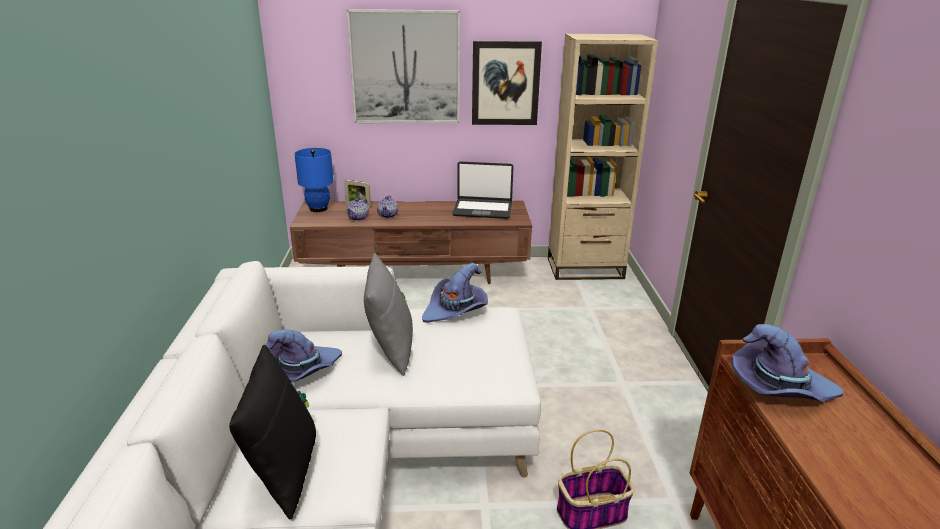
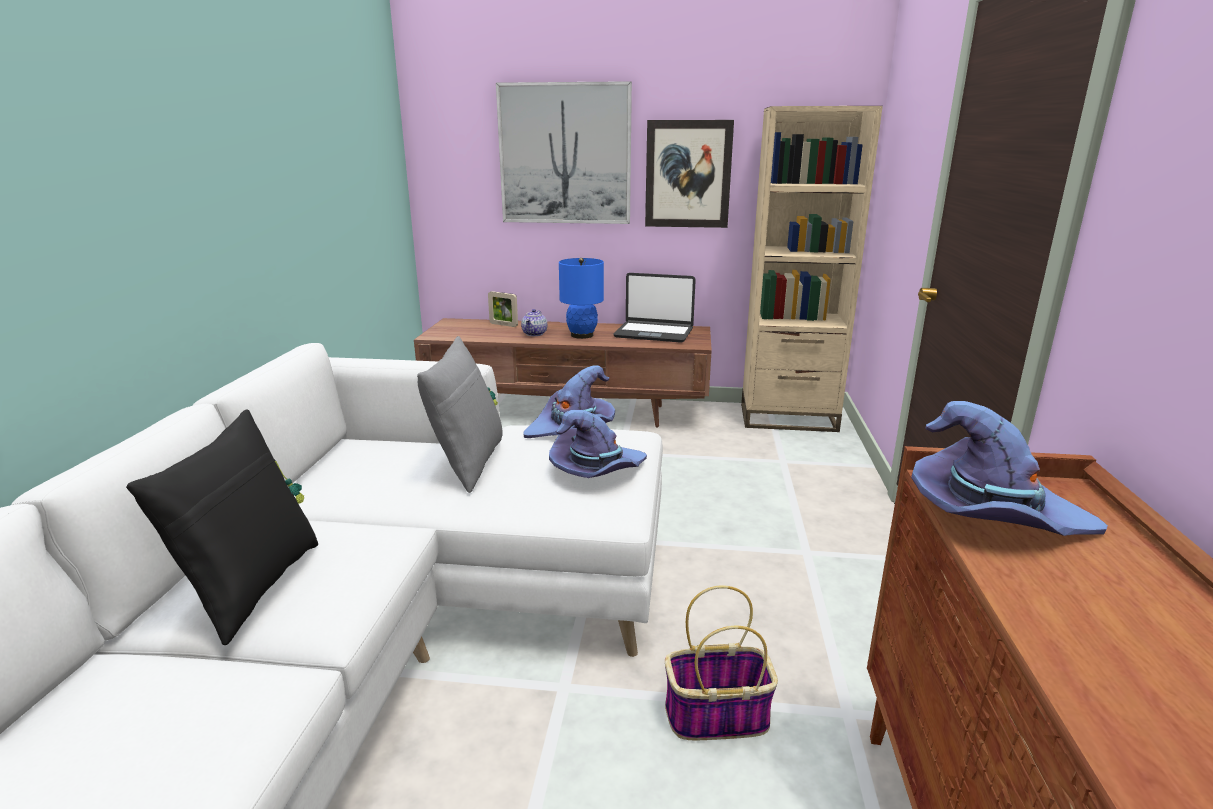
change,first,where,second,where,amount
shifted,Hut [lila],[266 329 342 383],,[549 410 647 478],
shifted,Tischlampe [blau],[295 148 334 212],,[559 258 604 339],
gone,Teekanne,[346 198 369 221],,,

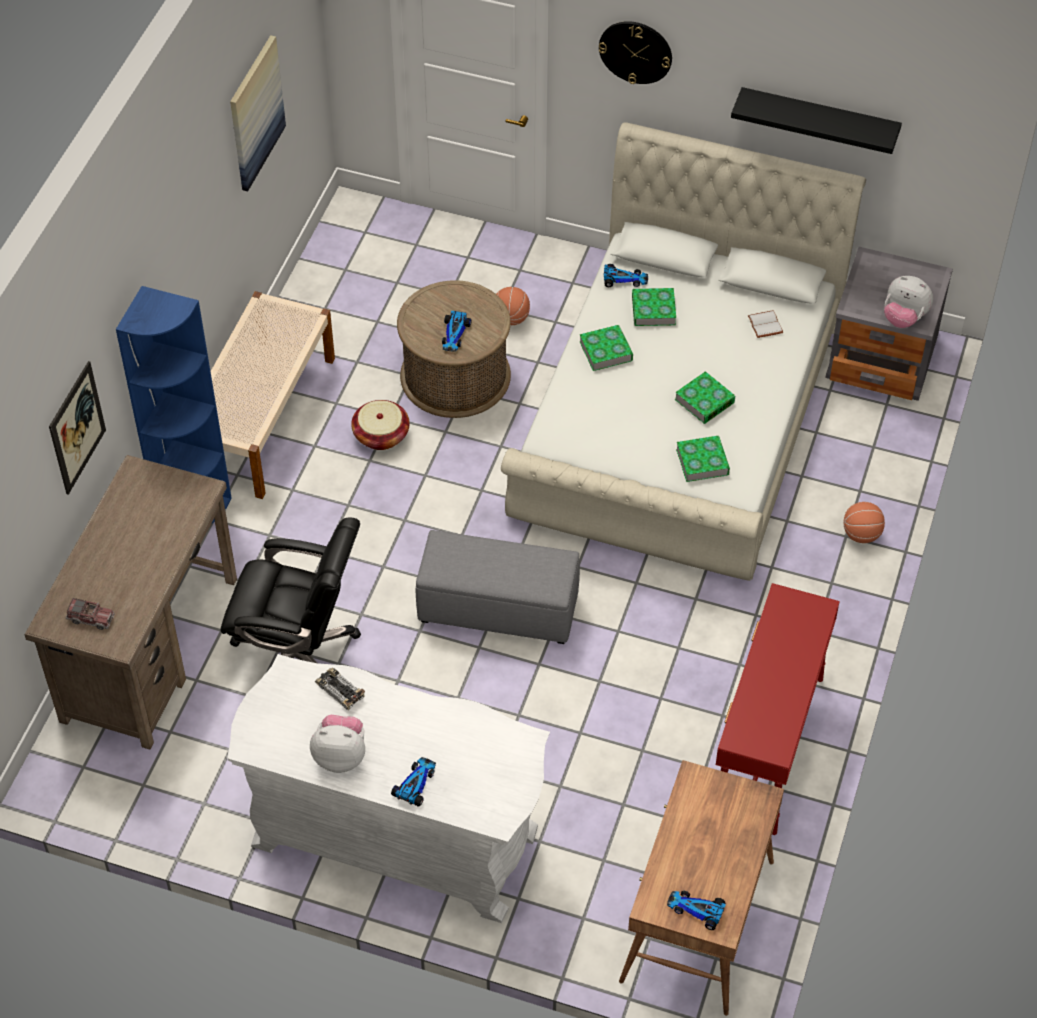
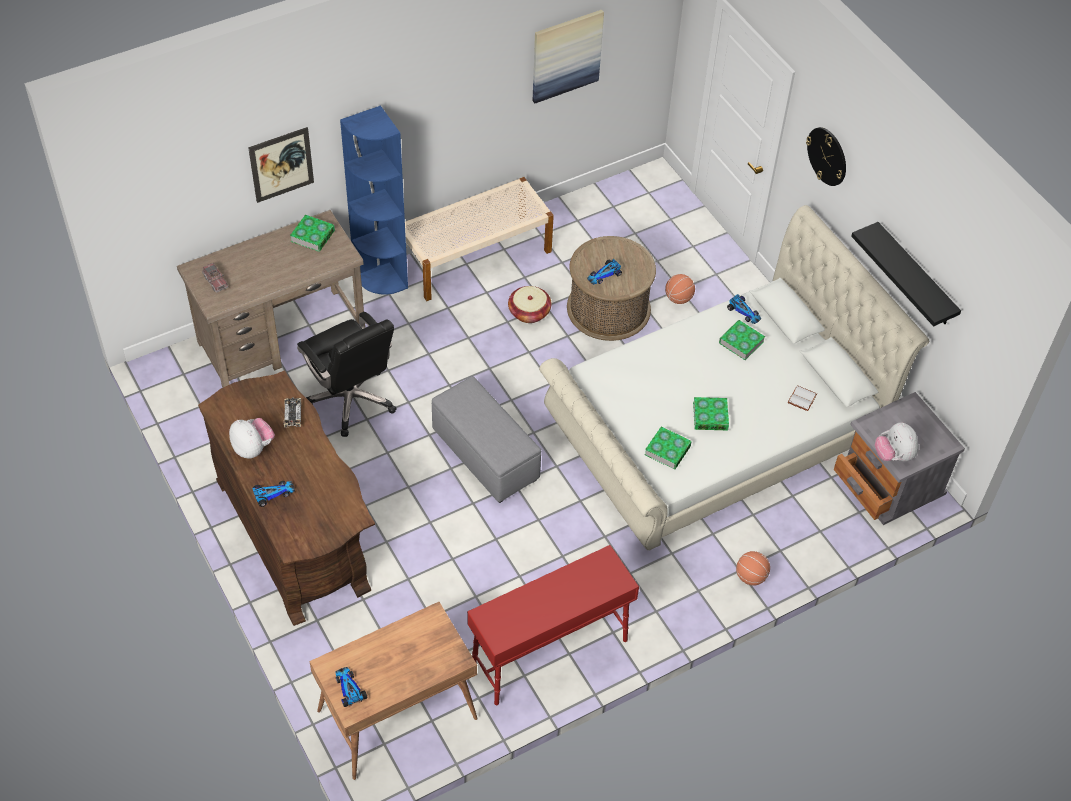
change,first,where,second,where,amount
repainted,Kommode [weiß],[227 654 550 923],Kommode [braun],[198 370 375 626],
shifted,Buch,[580 325 633 371],,[290 215 335 252],

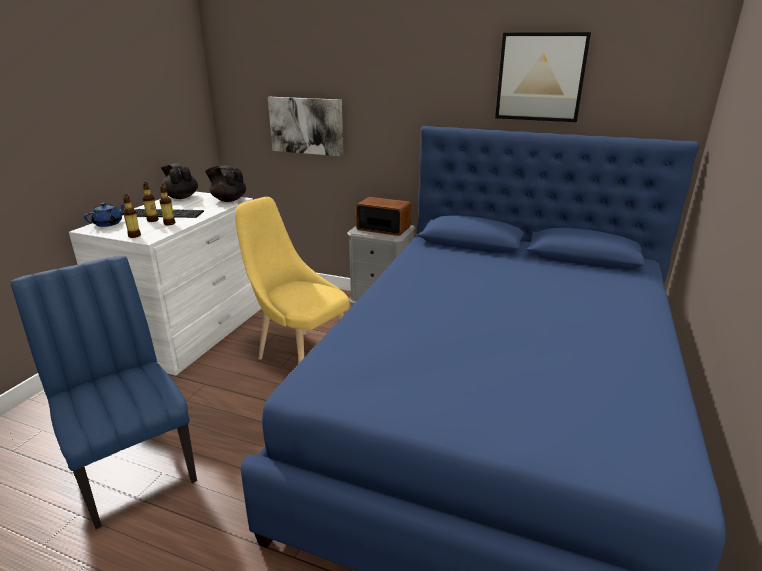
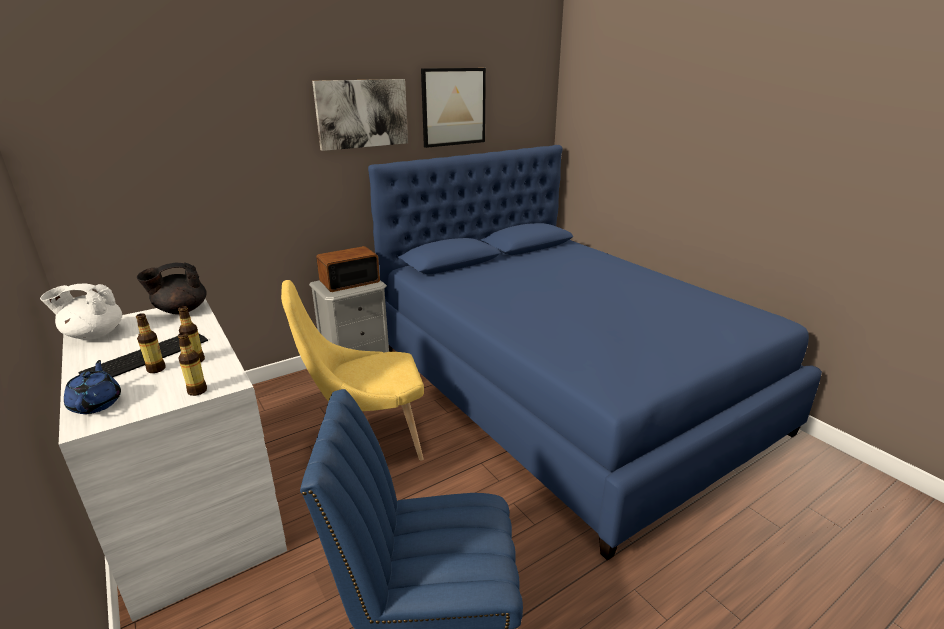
change,first,where,second,where,amount
repainted,Teekanne [schwarz],[161 163 198 199],Teekanne [weiß],[40 284 122 340],
shifted,Bild,[268 97 344 156],,[312 79 408 151],

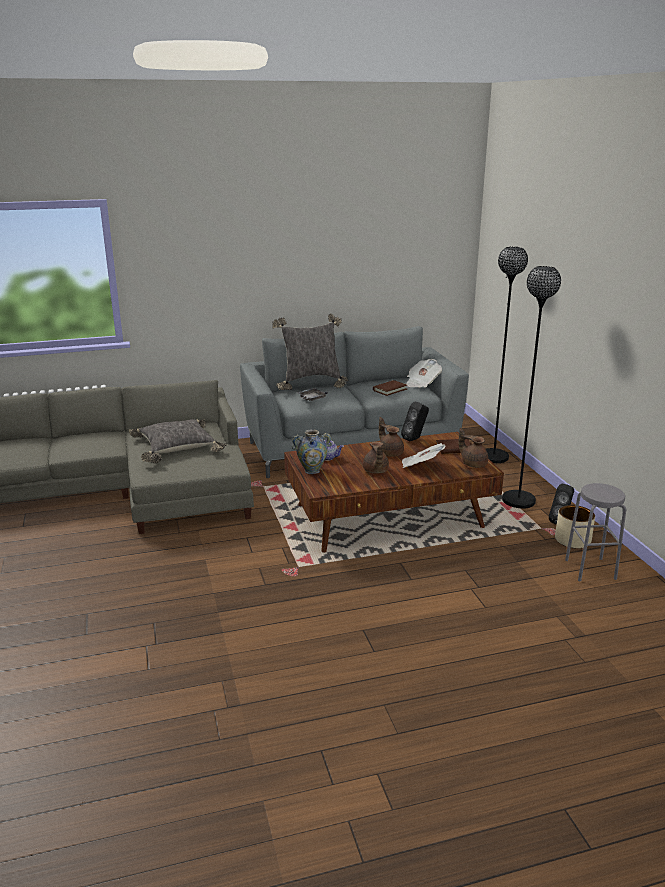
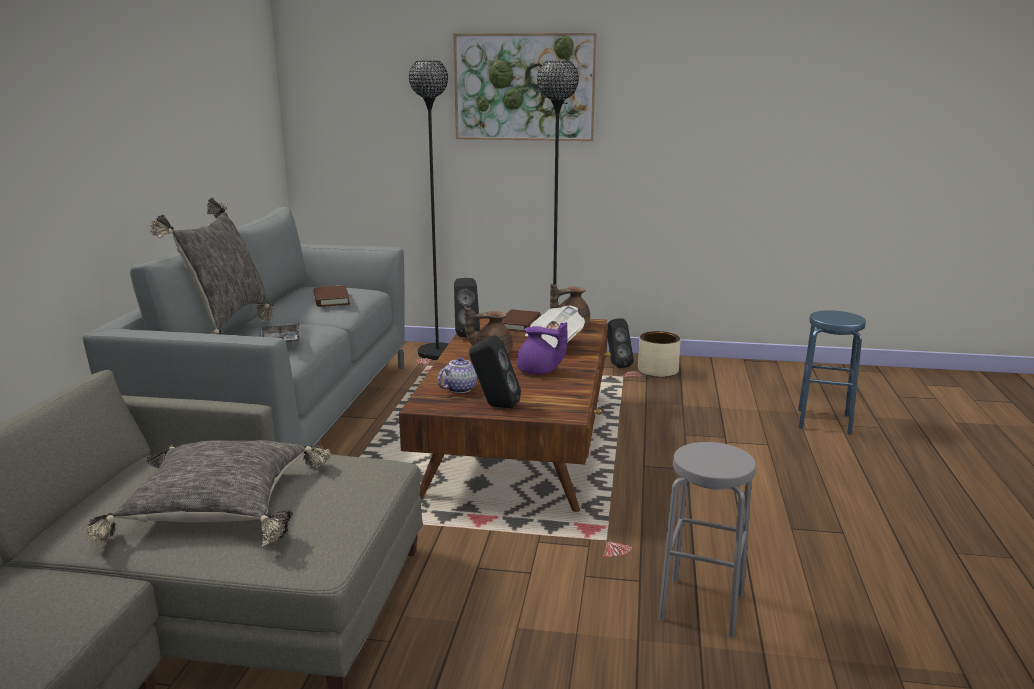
change,first,where,second,where,amount
new,,,Bild,[453 33 597 141],
swapped,Vase,[292 429 332 474],Lautsprecher [schwarz],[469 335 521 408],
repainted,Teekanne [braun],[363 442 389 474],Teekanne [lila],[517 322 567 374],
shifted,Hocker [grau],[565 483 626 581],,[658 442 756 638],
new,,,Hocker [blau],[798 310 866 435],
gone,Zeitung,[406 359 442 387],,,

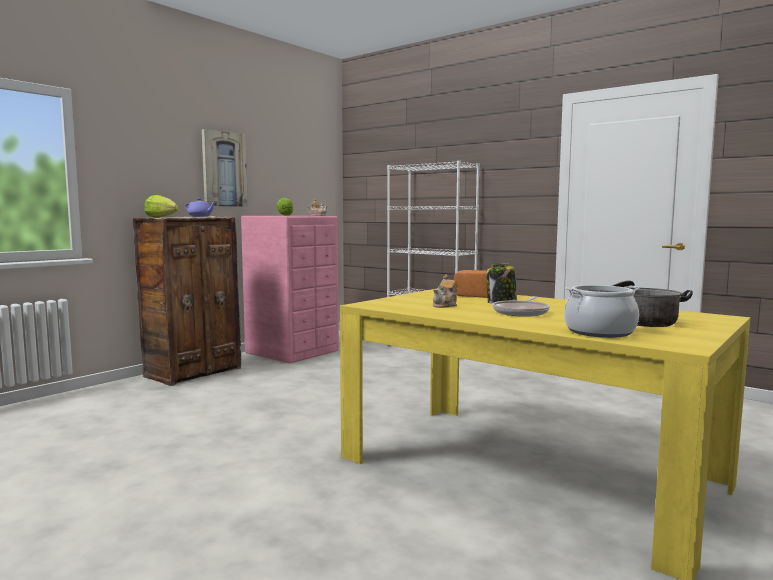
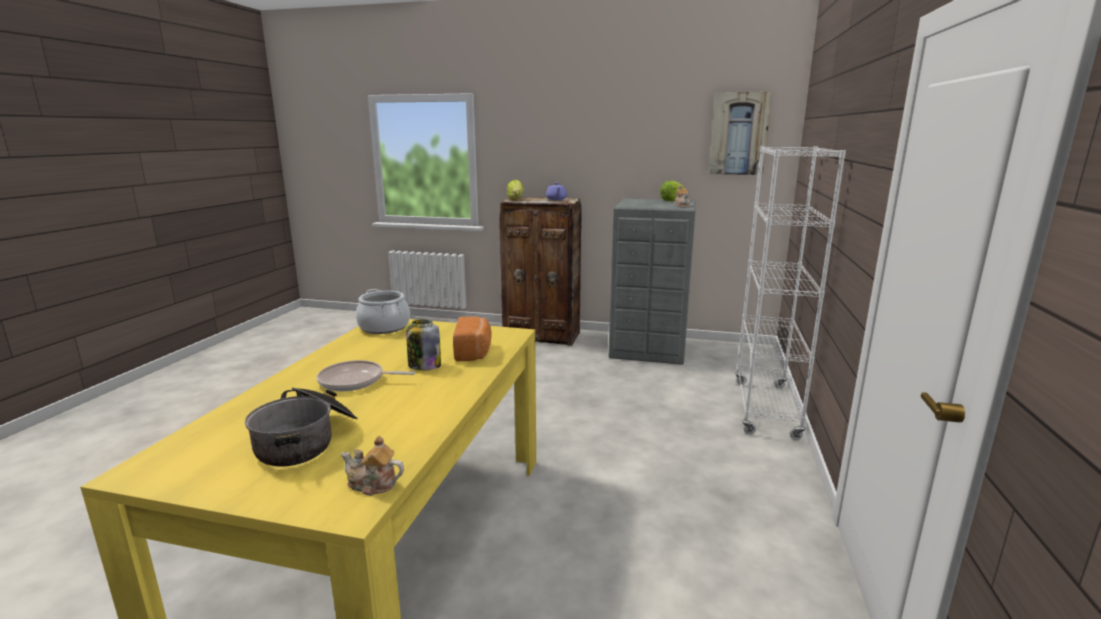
change,first,where,second,where,amount
shifted,Teekanne,[433 274 458 308],,[341 436 404 496],
shifted,Kochtopf,[564 285 639 338],,[356 289 410 334],
repainted,Kommode [rosa],[241 216 339 363],Kommode [grau],[609 198 696 365],
shifted,Bild,[202 129 248 207],,[709 92 772 175],

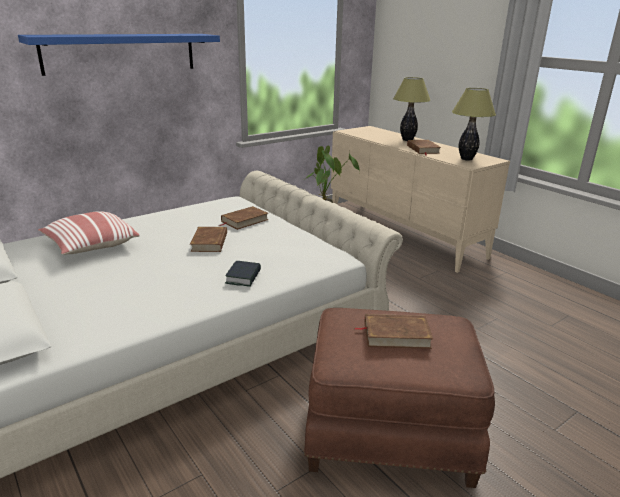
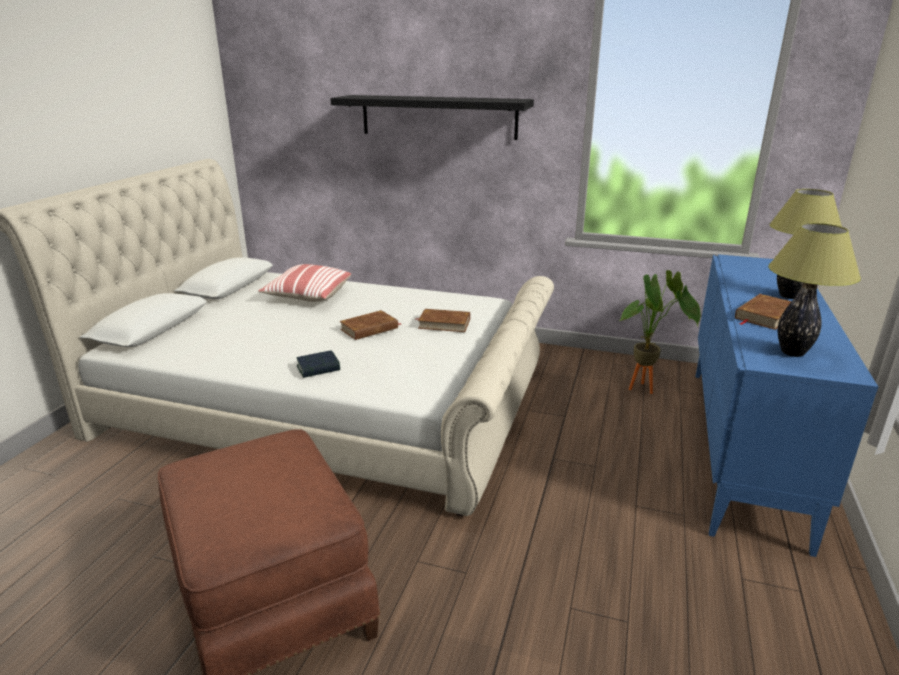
change,first,where,second,where,amount
repainted,Wandregal [blau],[18 34 220 76],Wandregal [schwarz],[330 95 534 140],
repainted,Kommode [beige],[331 126 510 273],Kommode [blau],[696 254 878 557],
gone,Buch [braun],[355 314 433 349],,,

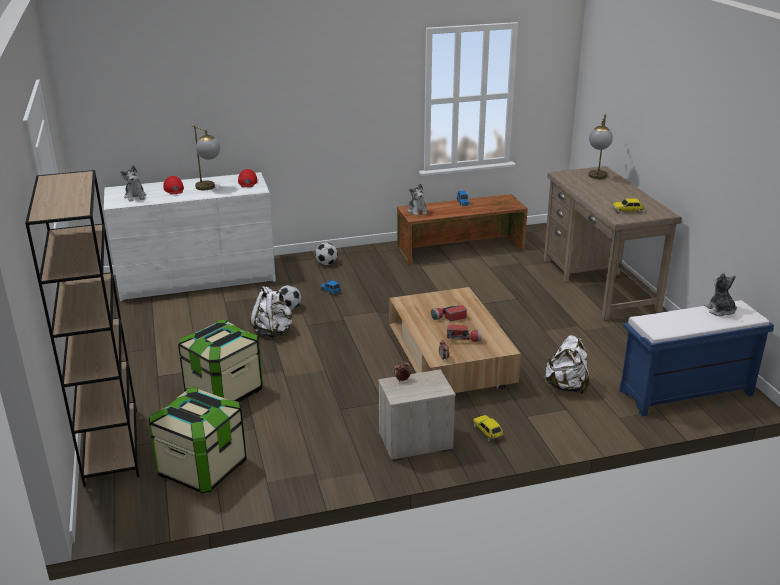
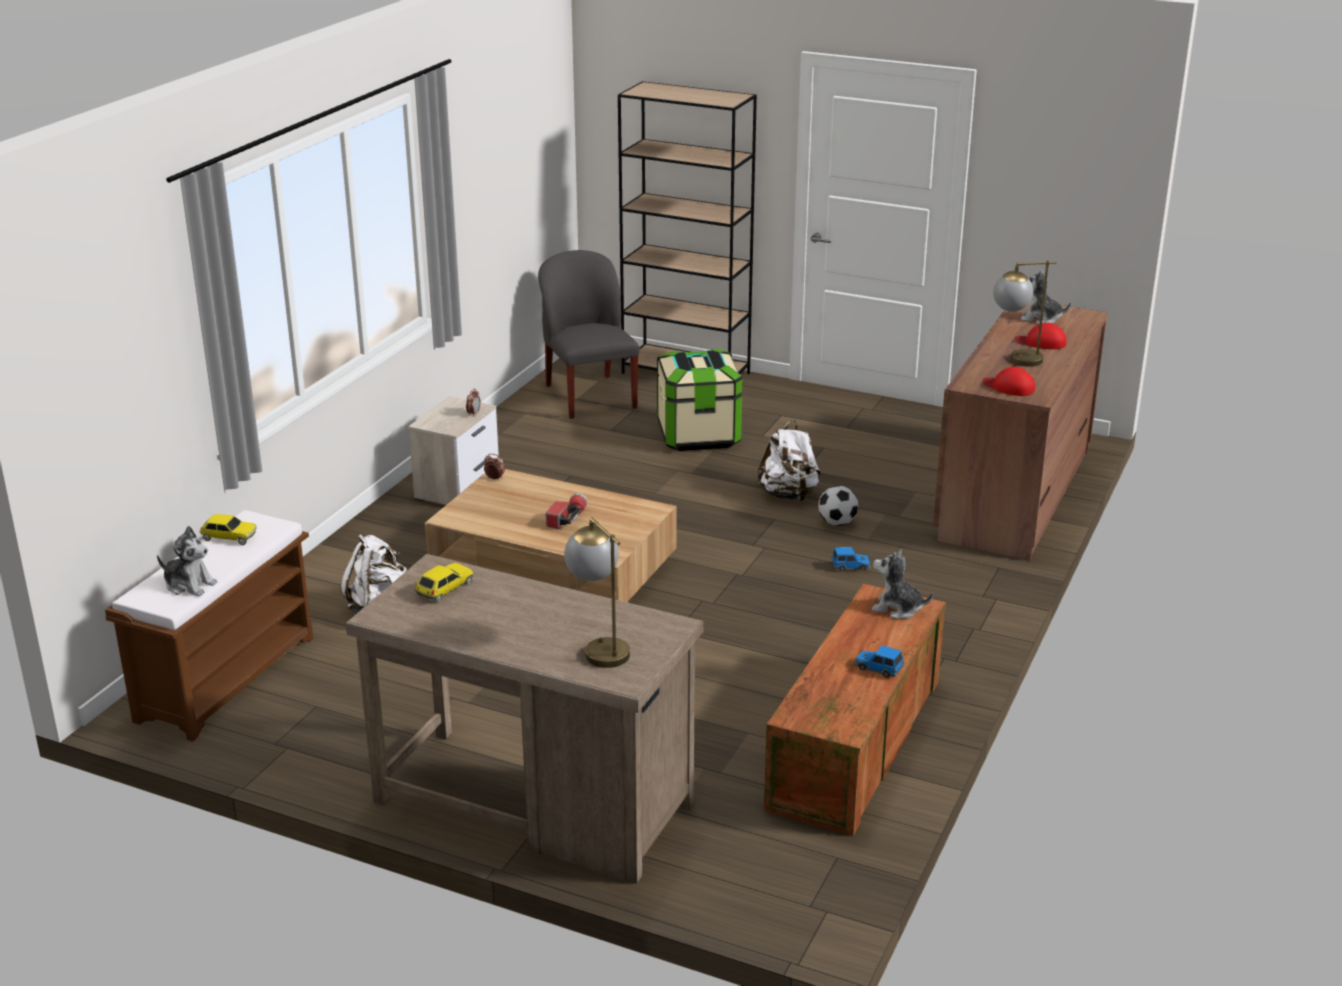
change,first,where,second,where,amount
repainted,Bank [blau],[619 300 774 416],Bank [braun],[105 510 313 742],
shifted,Spielzeugauto,[473 415 504 442],,[200 514 257 545],
swapped,Aufbewahrungsbox,[149 387 247 493],Stuhl [grau],[538 250 640 419],
repainted,Kommode [weiß],[104 172 276 301],Kommode [braun],[933 302 1108 561],
gone,Fußball,[315 242 338 265],,,
gone,Taschenlampe,[447 324 482 342],,,

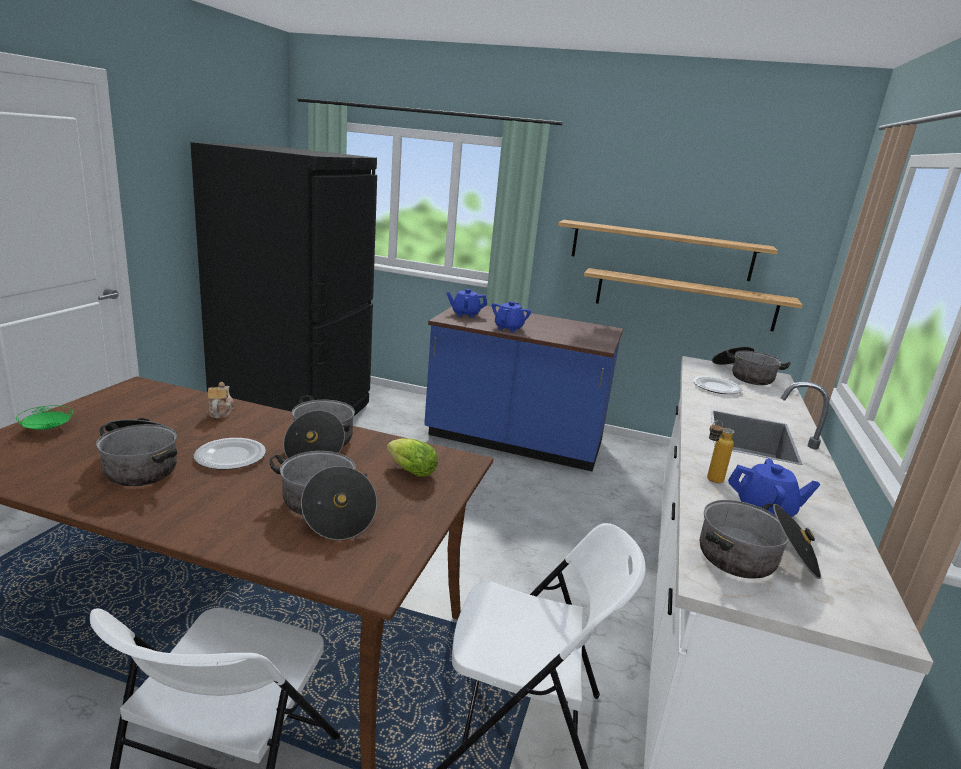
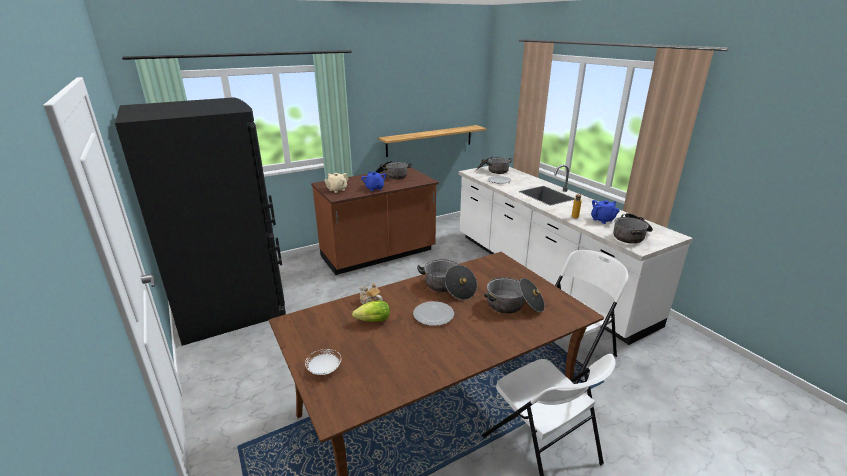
change,first,where,second,where,amount
repainted,Teller [grün],[16 405 73 430],Teller [weiß],[305 349 341 375],
repainted,Küchenzeile [blau],[424 306 623 471],Küchenzeile [braun],[311 167 439 275],
repainted,Teekanne [blau],[446 289 487 318],Teekanne [beige],[324 173 349 193],
shifted,Salatkopf,[387 438 438 477],,[352 300 390 322],
shifted,Kochtopf,[96 418 177 486],,[375 161 412 179],
gone,Wandregal,[558 220 778 281],,,

